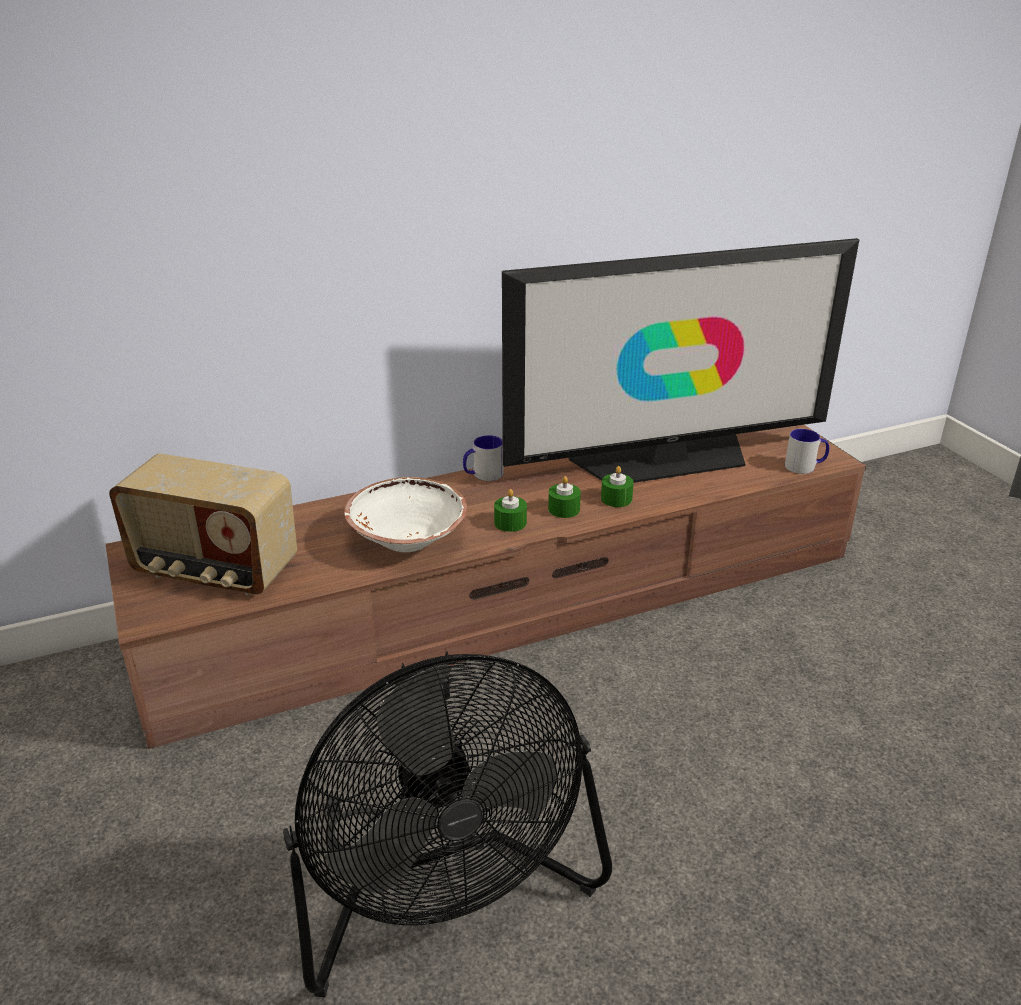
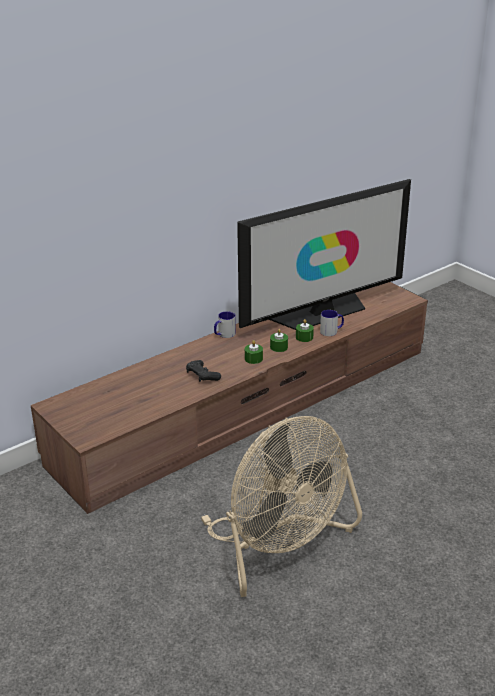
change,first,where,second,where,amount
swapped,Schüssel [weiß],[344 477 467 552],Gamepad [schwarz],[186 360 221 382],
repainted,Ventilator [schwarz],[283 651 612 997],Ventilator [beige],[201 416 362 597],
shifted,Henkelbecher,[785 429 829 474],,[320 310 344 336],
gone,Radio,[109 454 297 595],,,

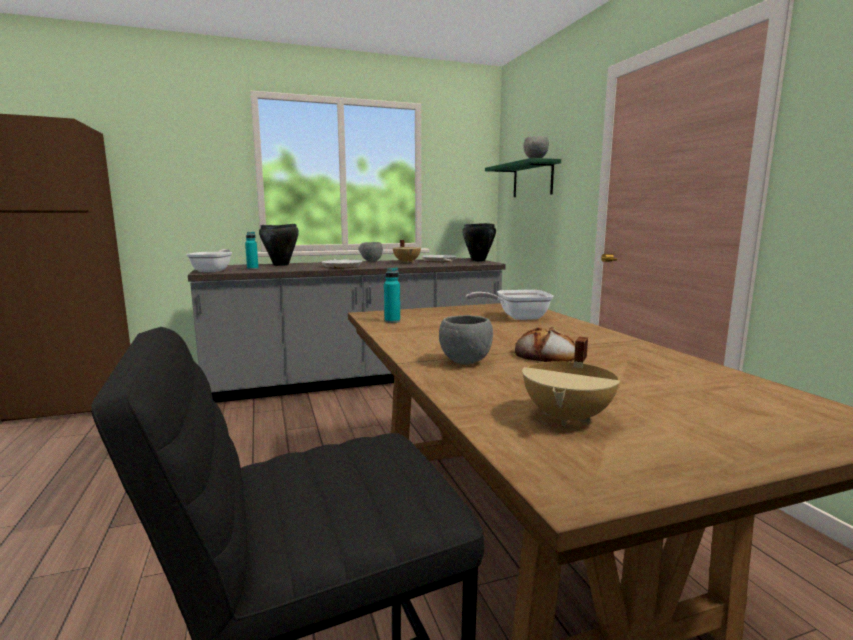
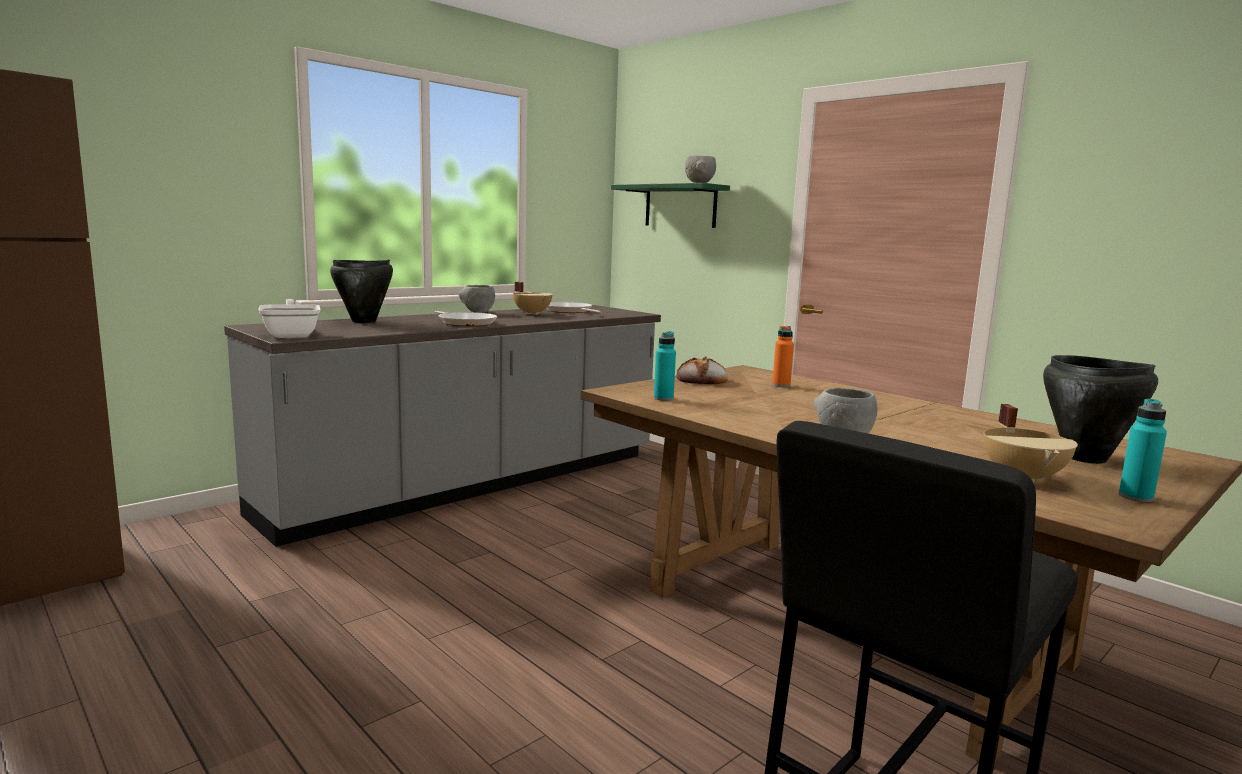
change,first,where,second,where,amount
shifted,Brot,[515 327 575 362],,[676 357 728 384],
swapped,Pfanne,[466 290 554 320],Flasche [orange],[772 326 794 387],
shifted,Kochtopf [schwarz],[462 223 496 261],,[1043 355 1158 464],
shifted,Flasche [türkis],[245 232 259 269],,[1119 399 1167 502],

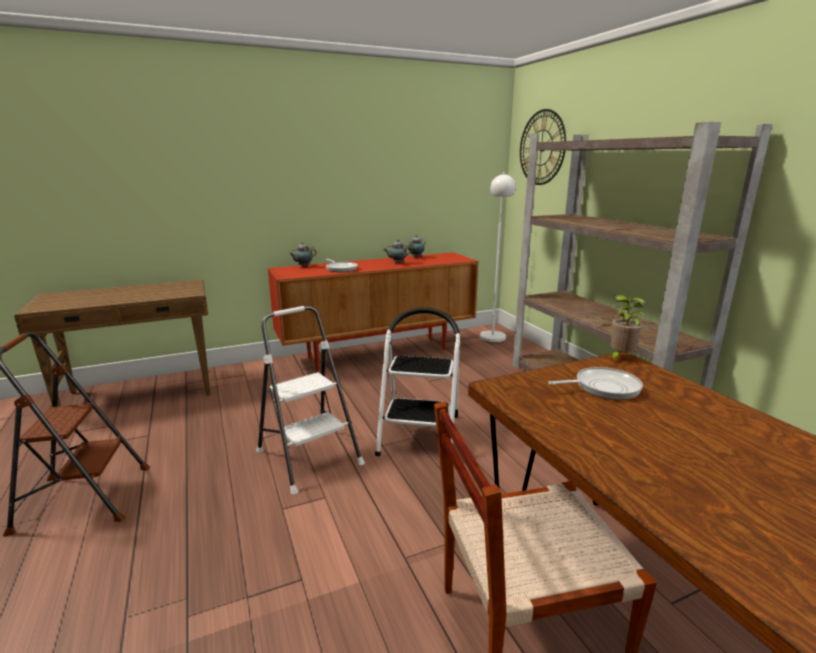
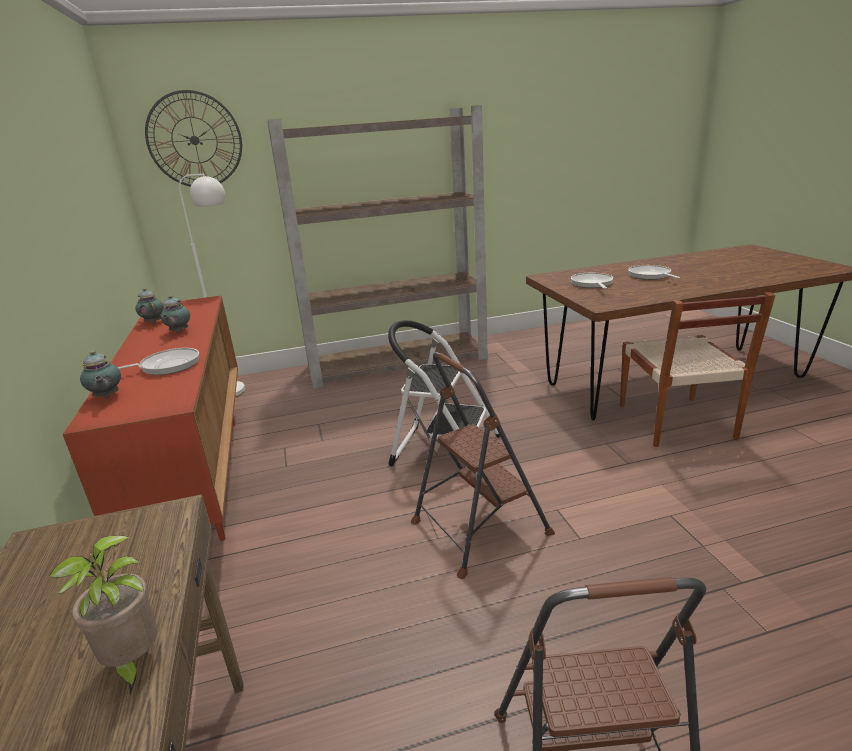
change,first,where,second,where,amount
shifted,Topfpflanze,[610 295 647 361],,[49 535 157 695],
repainted,Trittleiter [weiß],[256 306 365 494],Trittleiter [braun],[411 352 555 579],
new,,,Pfanne,[628 265 680 280],

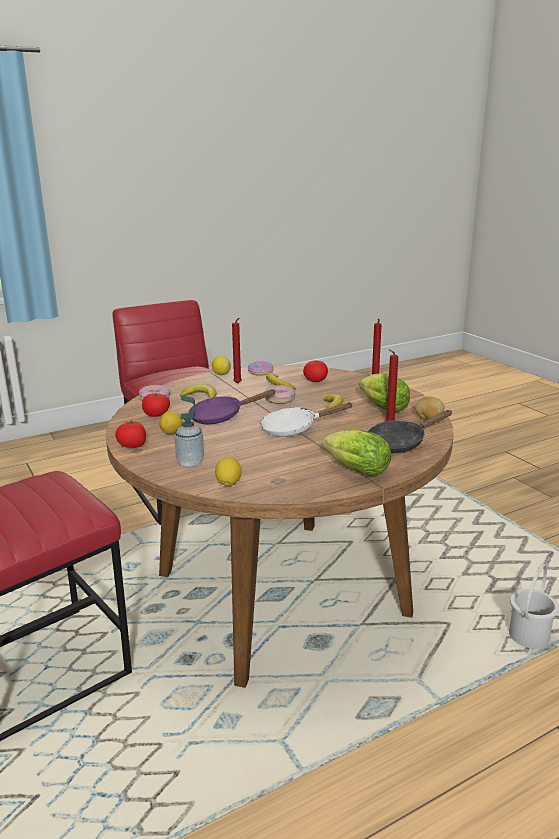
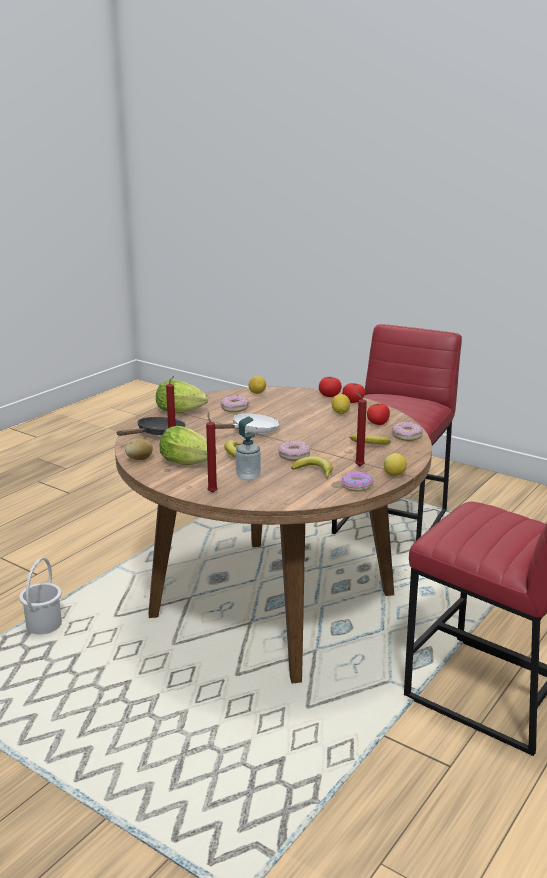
change,first,where,second,where,amount
new,,,Donut,[221 395 249 412],
shifted,Seifenspender,[174 395 204 467],,[236 416 261 481],
shifted,Tomate,[303 360 328 382],,[319 376 342 397],
gone,Pfanne [lila],[188 389 275 424],,,

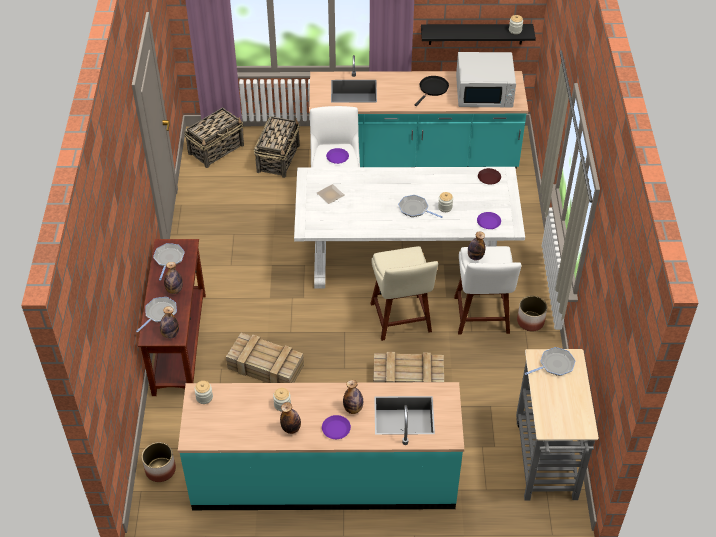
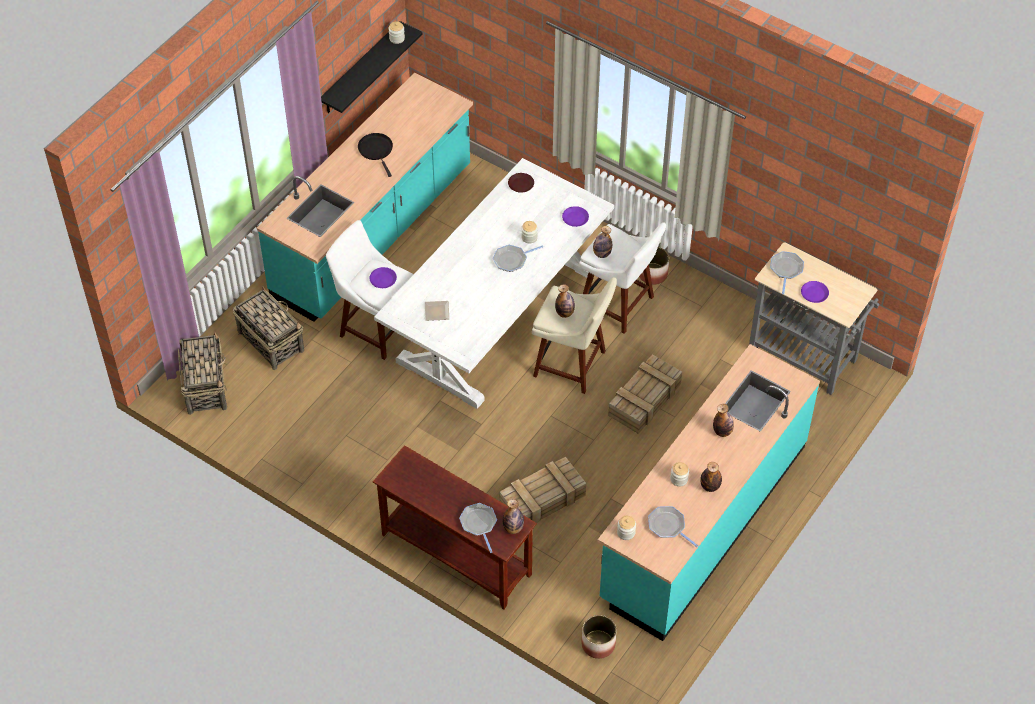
change,first,where,second,where,amount
shifted,Flasche,[164 262 183 294],,[555 284 575 318],
shifted,Pfanne,[153 243 185 280],,[648 506 698 547],
shifted,Teller [lila],[322 415 351 439],,[801 281 829 303],
gone,Mikrowelle [weiß],[456 52 516 107],,,

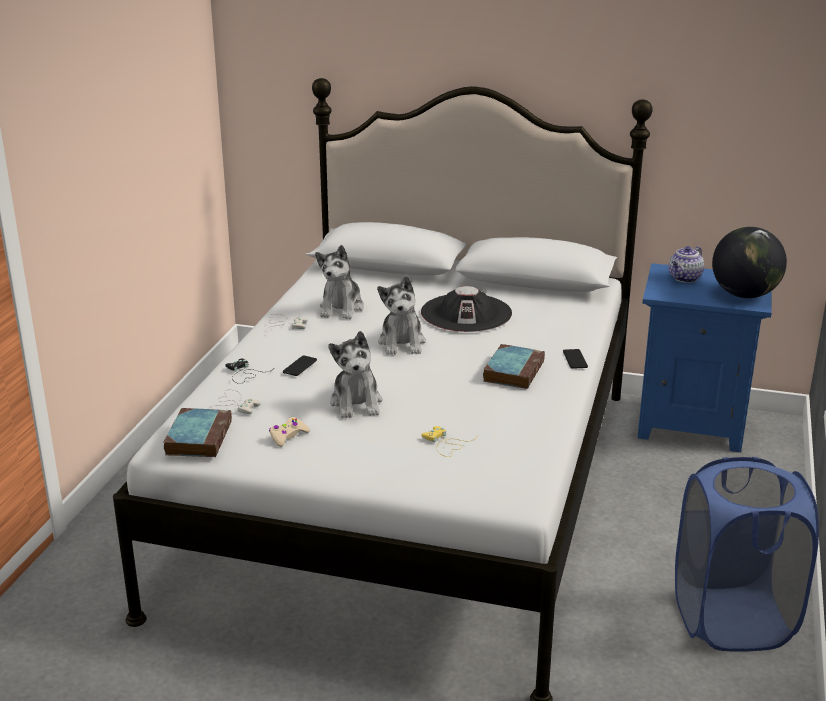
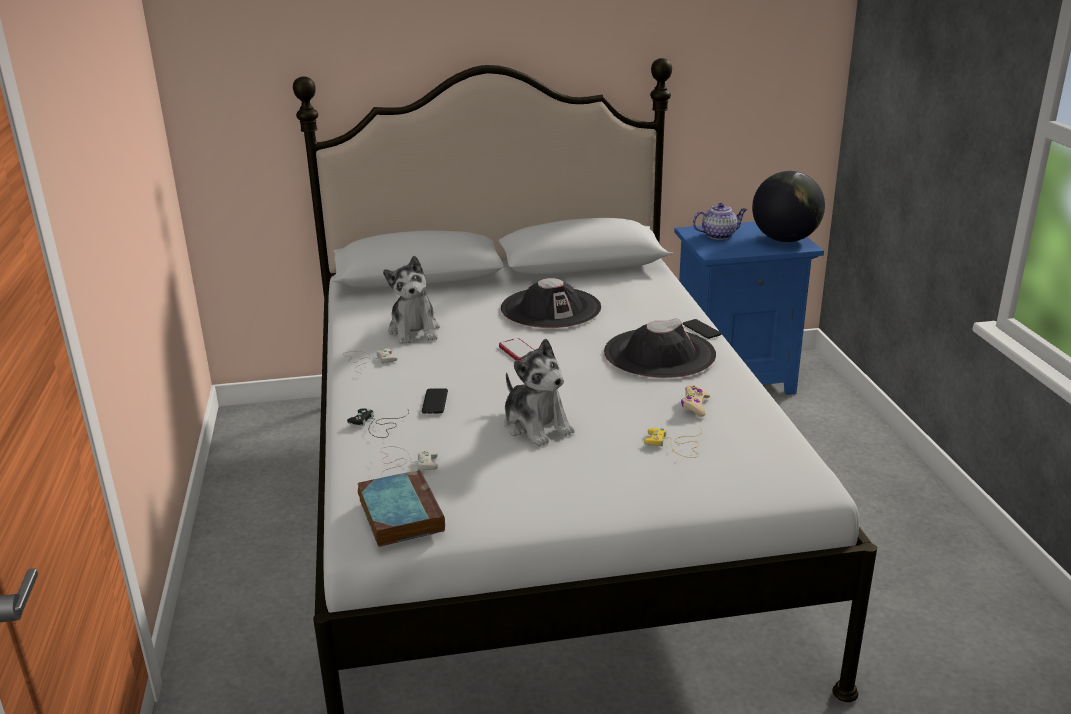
change,first,where,second,where,amount
swapped,Plüschtier,[377 276 426 355],Handy,[499 338 534 361],
swapped,Buch,[483 344 545 389],Hut [schwarz],[604 318 716 378],
shifted,Gamepad [beige],[269 417 310 447],,[681 385 710 417],
rotated,Teekanne,[669 246 704 283],,[693 203 747 240],120 degrees counterclockwise
gone,Wäschekorb [blau],[675 457 819 652],,,

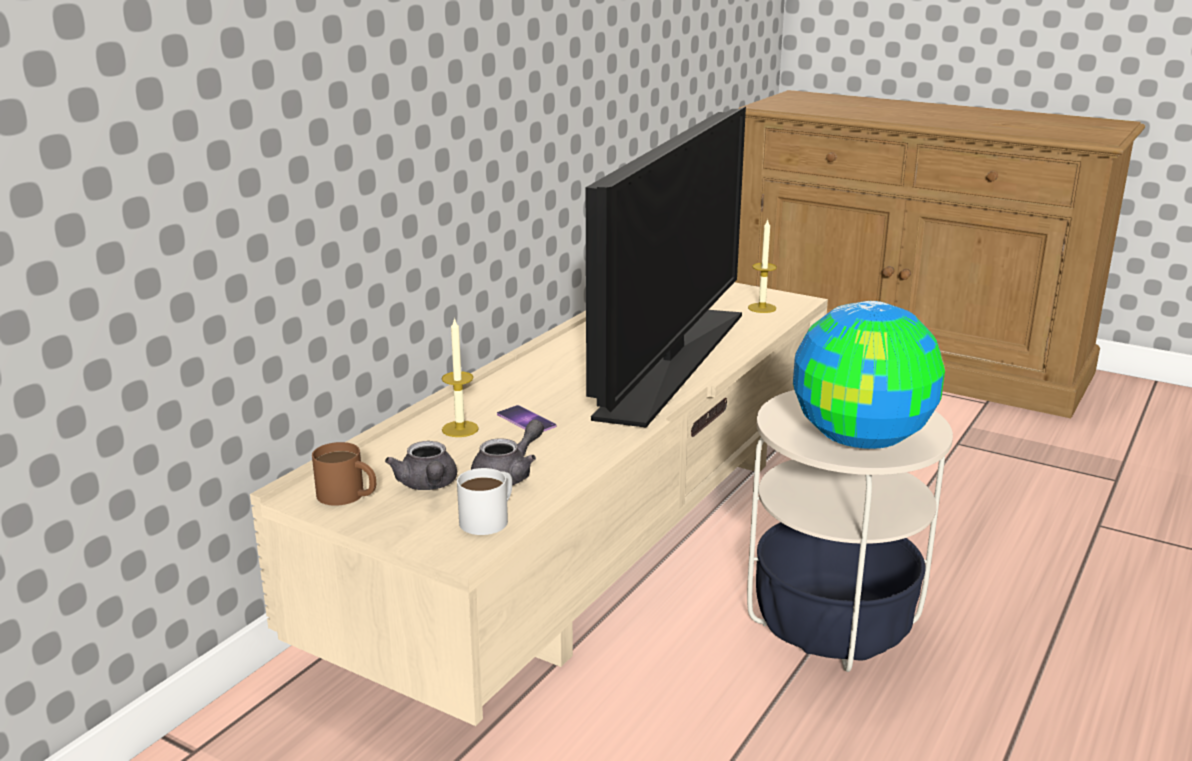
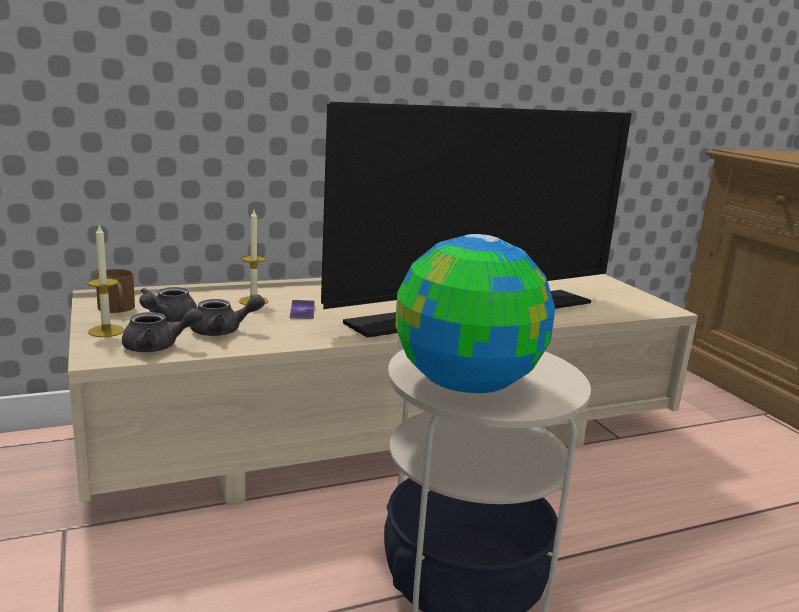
change,first,where,second,where,amount
shifted,Kerze,[748 219 777 313],,[87 225 124 337],
swapped,Henkelbecher [weiß],[457 468 512 535],Teekanne [grau],[122 308 203 352],

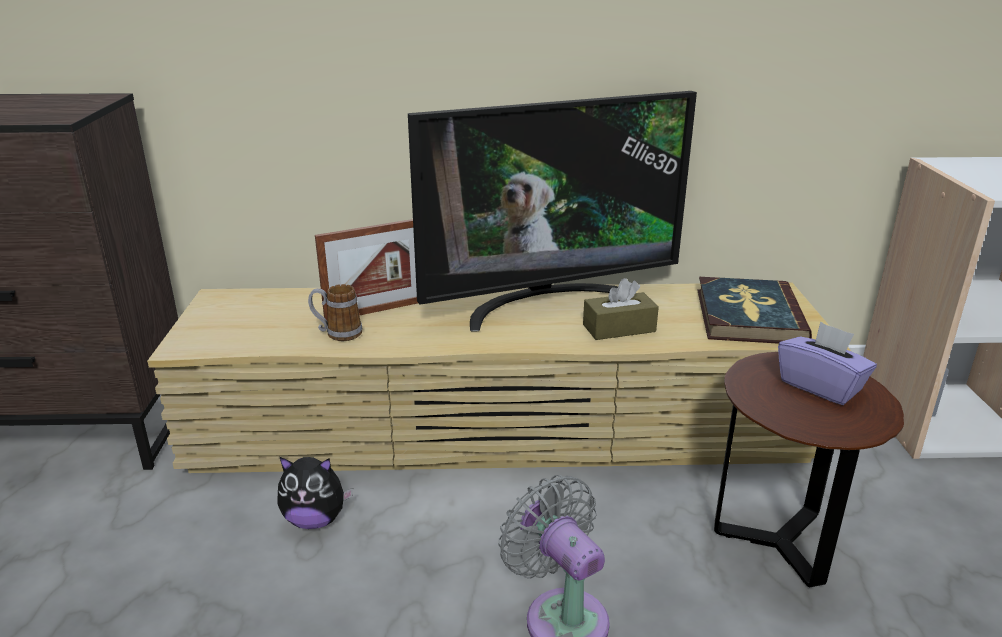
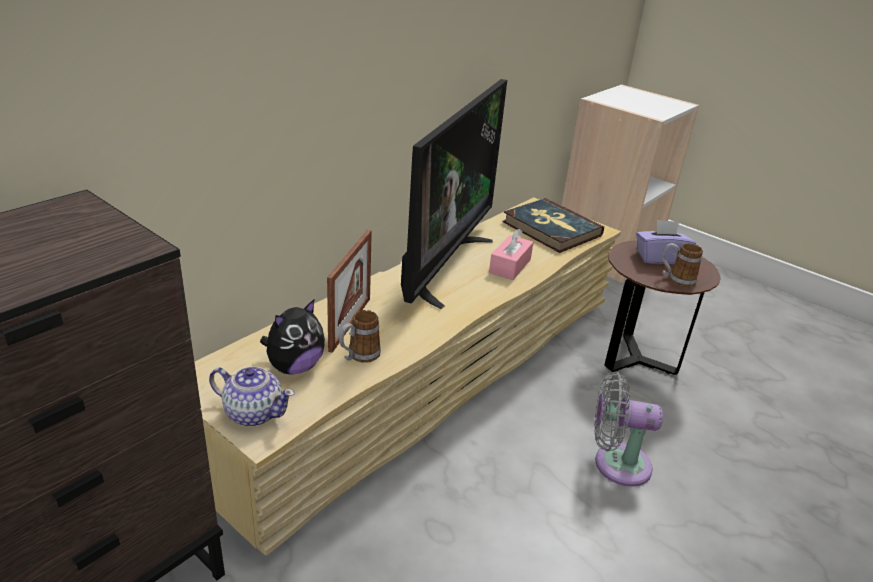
change,first,where,second,where,amount
new,,,Teekanne,[209 366 295 426],
shifted,Plüschtier,[277 457 353 529],,[260 300 325 375],
repainted,Taschentuchbox [braun],[583 278 659 340],Taschentuchbox [rosa],[489 229 533 280],
new,,,Henkelbecher,[662 243 703 287],

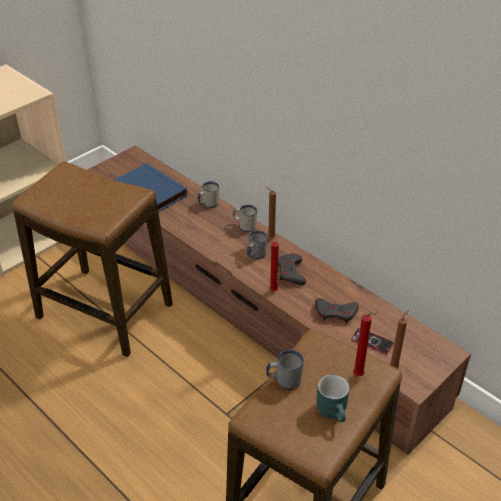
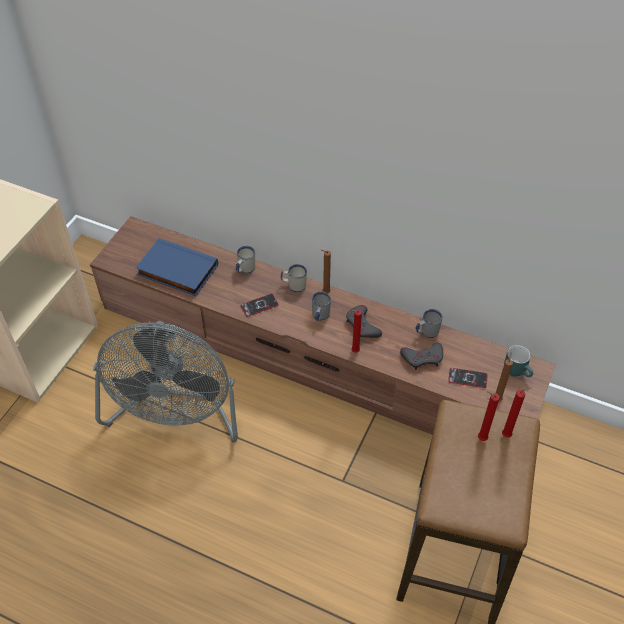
change,first,where,second,where,amount
swapped,Hocker,[13 161 173 357],Ventilator [grau],[93 321 238 443],
new,,,Handy,[241 294 279 317],
shifted,Henkelbecher [grau],[266 350 304 390],,[416 309 443 338],
new,,,Kerze [rot],[478 391 500 441],
shifted,Henkelbecher [türkis],[316 375 349 423],,[504 345 533 377],

